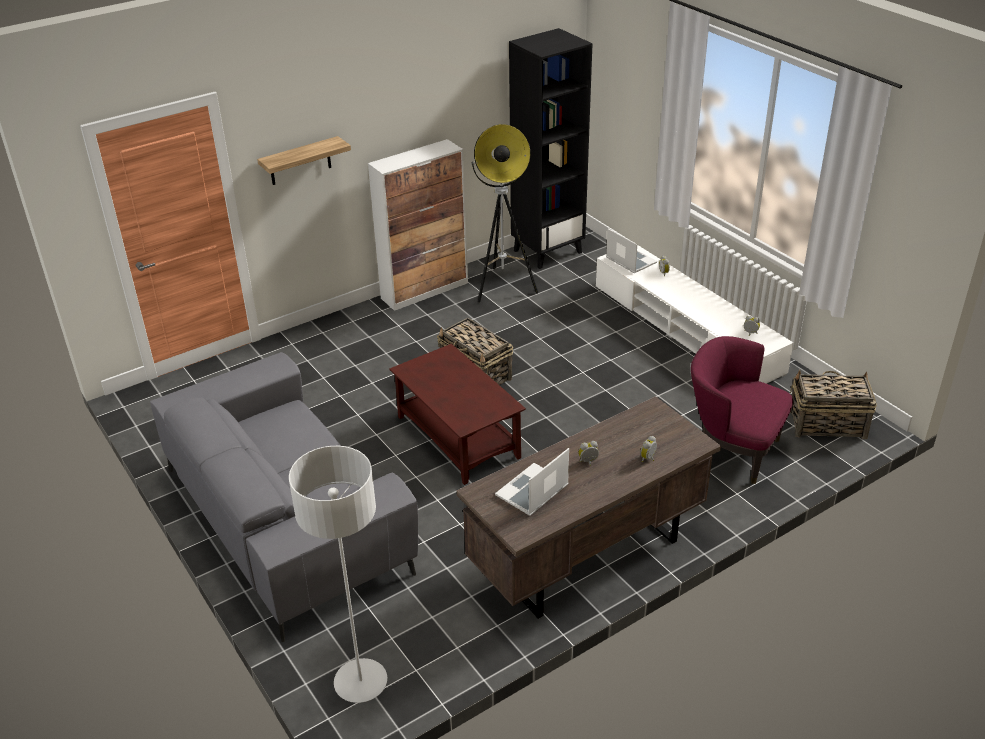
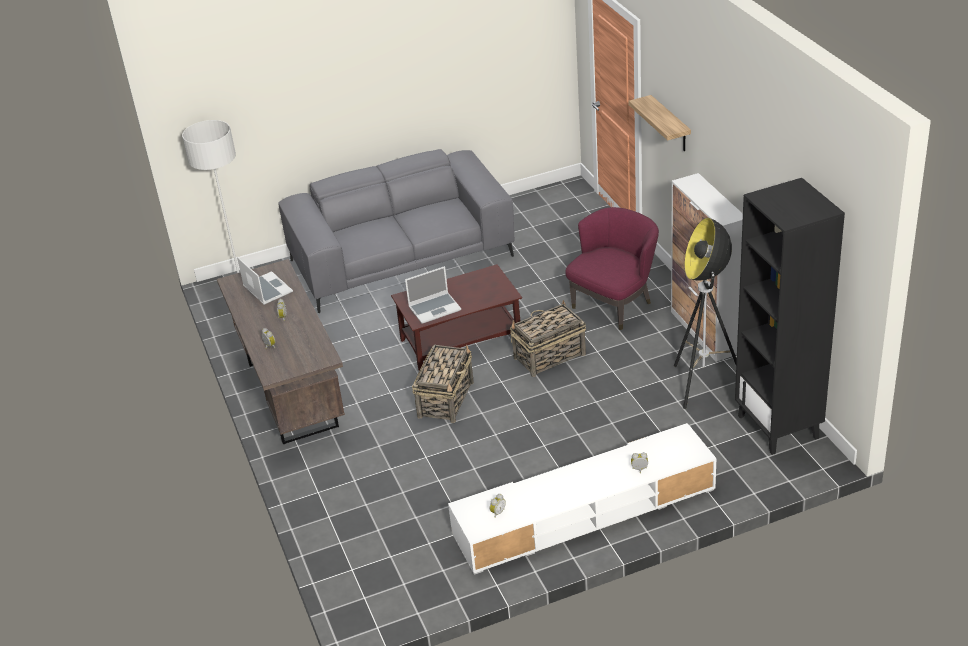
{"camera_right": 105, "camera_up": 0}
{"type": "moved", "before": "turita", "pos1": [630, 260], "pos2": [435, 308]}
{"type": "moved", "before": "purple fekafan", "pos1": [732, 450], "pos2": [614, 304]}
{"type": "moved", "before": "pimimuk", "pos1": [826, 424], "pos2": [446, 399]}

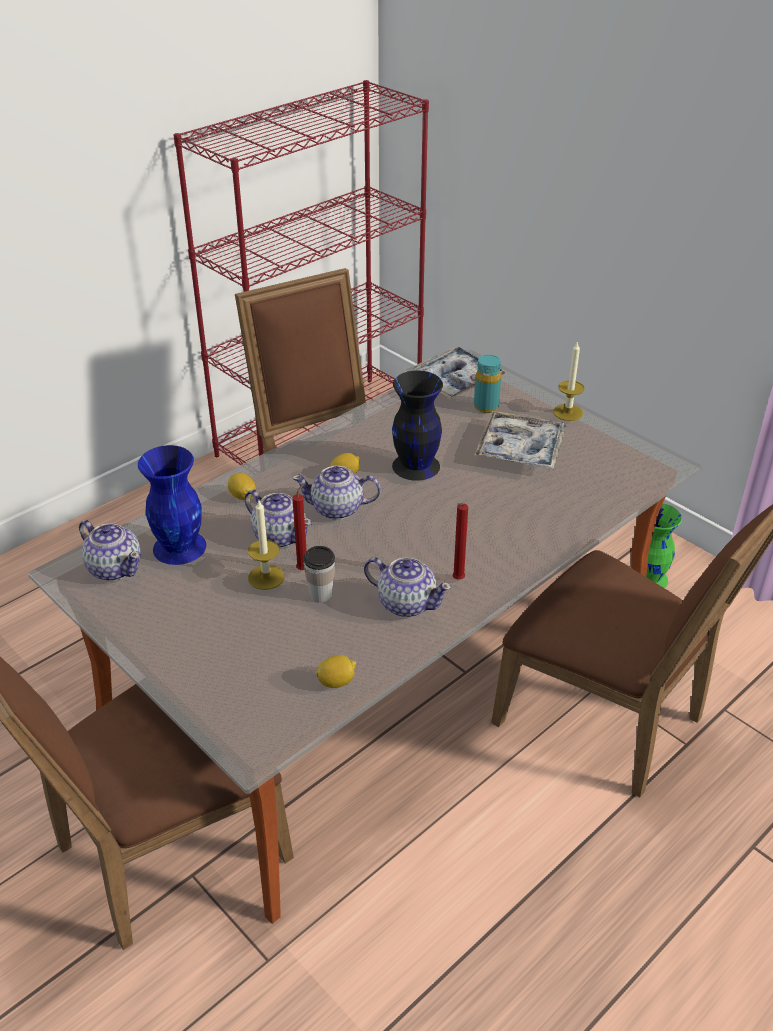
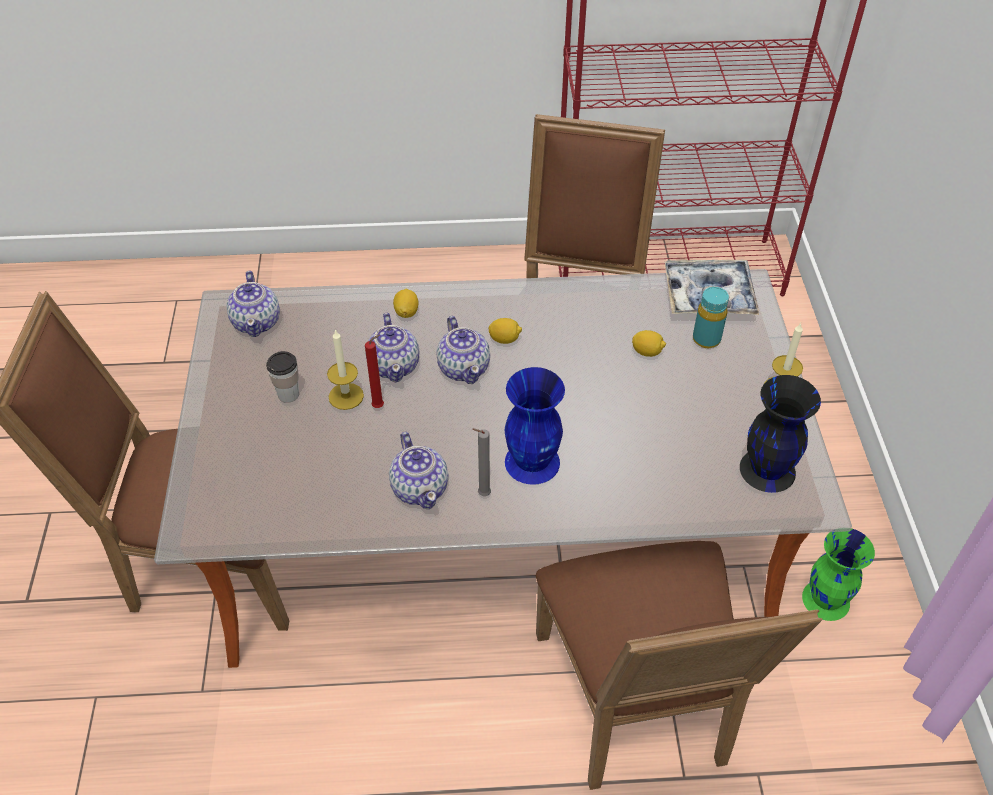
{"camera_right": 40, "camera_up": 10}
{"type": "moved", "before": "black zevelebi", "pos1": [415, 466], "pos2": [766, 470]}
{"type": "removed", "before": "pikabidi", "pos1": [520, 449]}
{"type": "moved", "before": "blue zevelebi", "pos1": [180, 547], "pos2": [533, 462]}
{"type": "turned", "before": "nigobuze", "pos1": [338, 509], "pos2": [464, 368], "turn": -150}
{"type": "recoloured", "before": "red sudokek", "after": "grey sudokek", "pos1": [457, 580], "pos2": [482, 494]}
{"type": "moved", "before": "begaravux", "pos1": [321, 594], "pos2": [288, 394]}
{"type": "moved", "before": "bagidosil", "pos1": [337, 681], "pos2": [647, 352]}

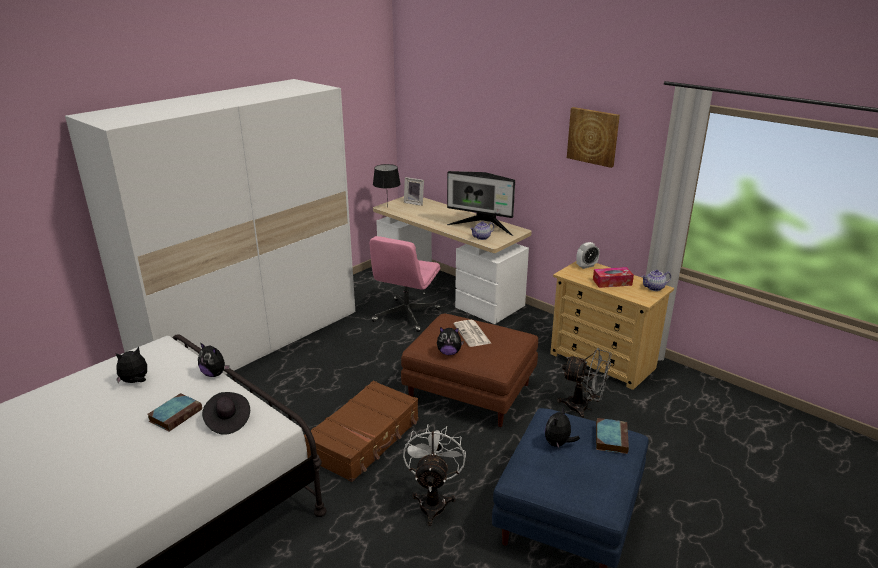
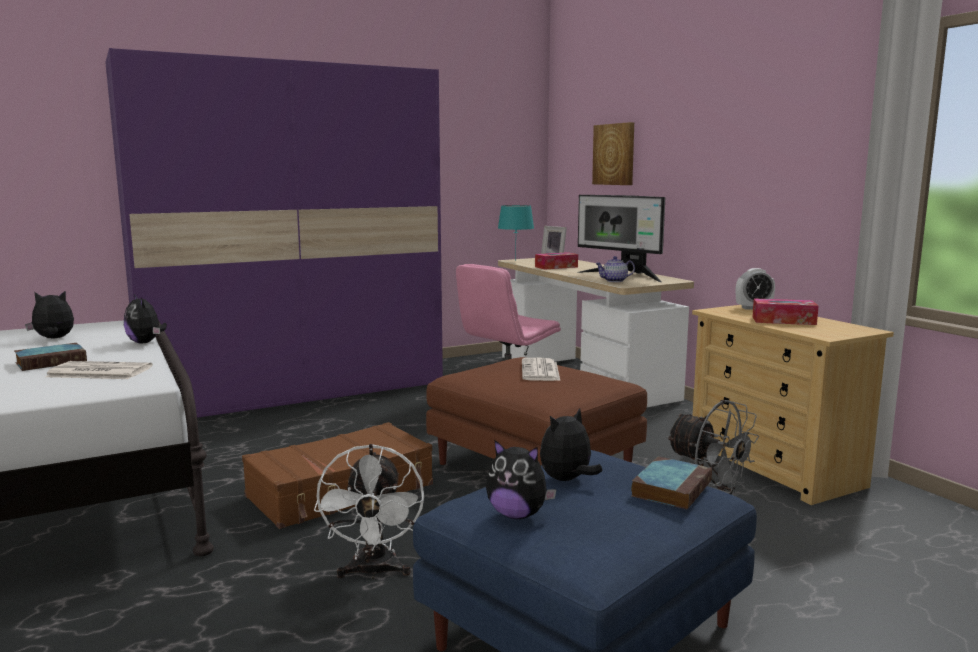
{"camera_right": 20, "camera_up": -15}
{"type": "recoloured", "before": "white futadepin", "after": "purple futadepin", "pos1": [251, 341], "pos2": [296, 391]}
{"type": "moved", "before": "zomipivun", "pos1": [593, 136], "pos2": [614, 154]}
{"type": "recoloured", "before": "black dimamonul", "after": "turquoise dimamonul", "pos1": [387, 207], "pos2": [515, 261]}
{"type": "removed", "before": "nigobuze", "pos1": [654, 288]}
{"type": "moved", "before": "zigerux", "pos1": [449, 353], "pos2": [517, 515]}
{"type": "replaced", "before": "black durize", "after": "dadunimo", "pos1": [227, 421], "pos2": [98, 372]}
{"type": "turned", "before": "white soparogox", "pos1": [433, 501], "pos2": [374, 572], "turn": 150}
{"type": "added", "after": "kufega", "pos2": [556, 267]}

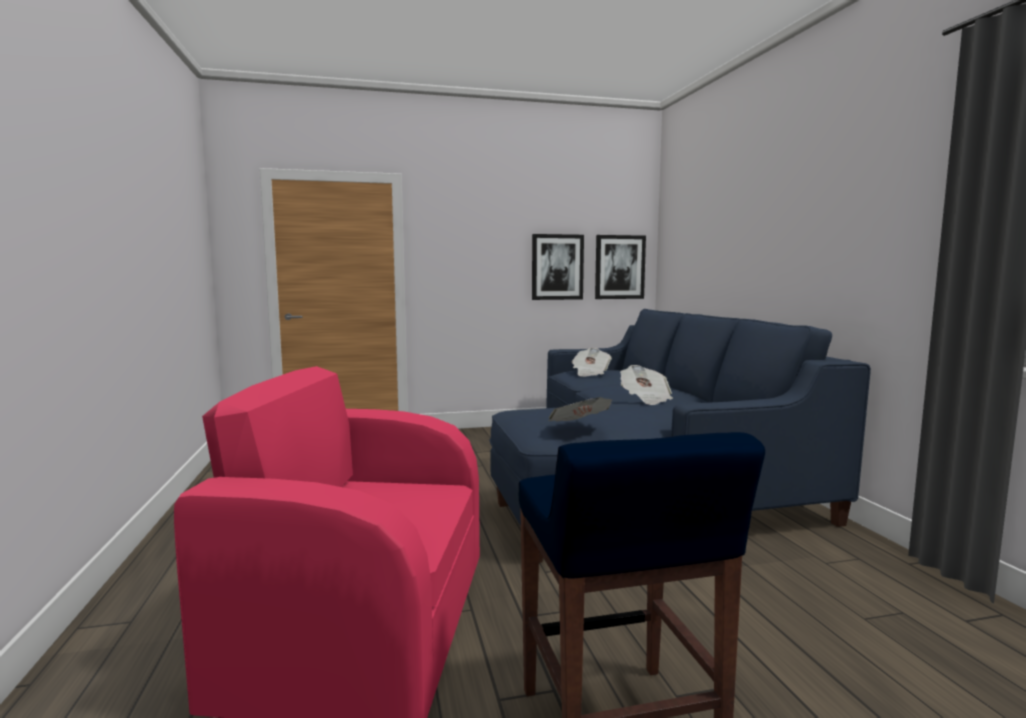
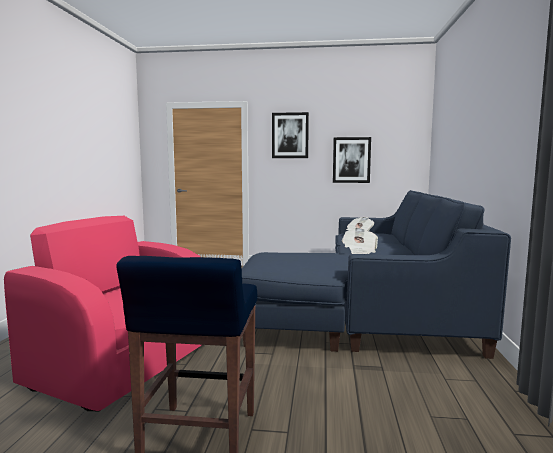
{"camera_right": 20, "camera_up": 0}
{"type": "moved", "before": "zomipivun", "pos1": [619, 267], "pos2": [290, 135]}
{"type": "removed", "before": "dadunimo", "pos1": [579, 428]}

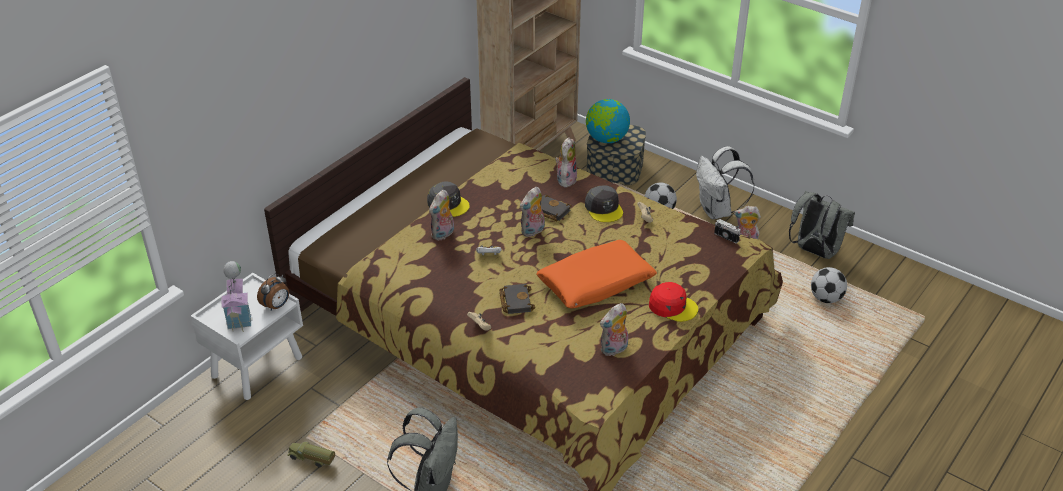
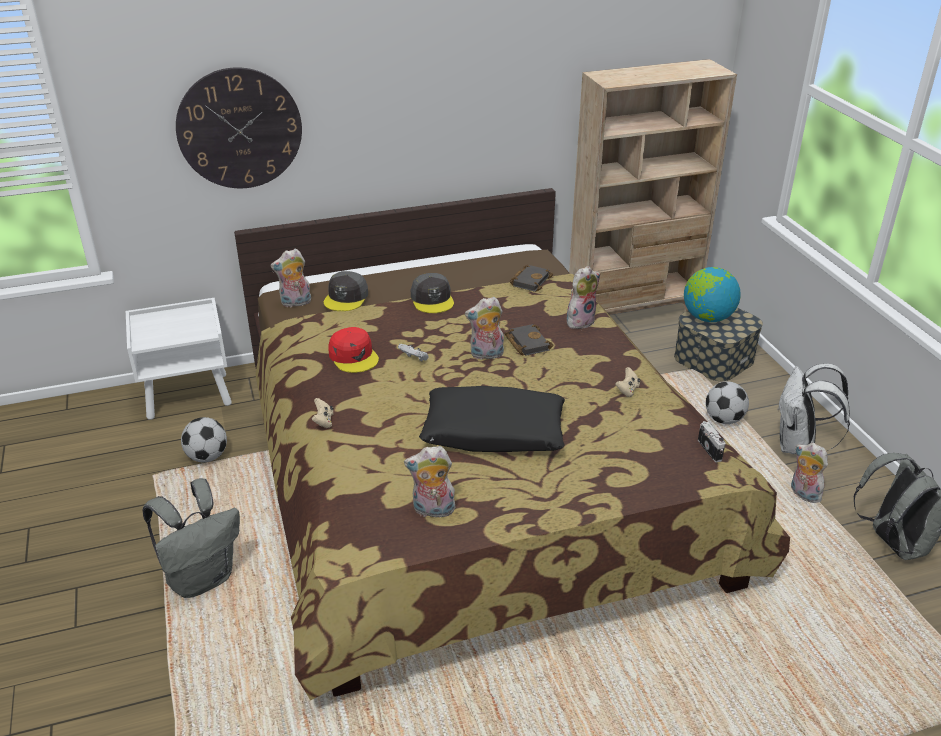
{"camera_right": 35, "camera_up": -5}
{"type": "moved", "before": "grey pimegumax", "pos1": [604, 208], "pos2": [346, 298]}
{"type": "moved", "before": "zigerux", "pos1": [443, 234], "pos2": [295, 303]}
{"type": "recoloured", "before": "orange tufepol", "after": "black tufepol", "pos1": [596, 283], "pos2": [493, 432]}
{"type": "removed", "before": "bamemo", "pos1": [239, 315]}
{"type": "moved", "before": "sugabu", "pos1": [826, 298], "pos2": [207, 457]}
{"type": "removed", "before": "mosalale", "pos1": [276, 306]}
{"type": "moved", "before": "red pimegumax", "pos1": [672, 306], "pos2": [353, 356]}
{"type": "moved", "before": "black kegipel", "pos1": [515, 301], "pos2": [530, 280]}
{"type": "removed", "before": "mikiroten", "pos1": [312, 459]}
{"type": "added", "after": "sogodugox", "pos2": [239, 129]}

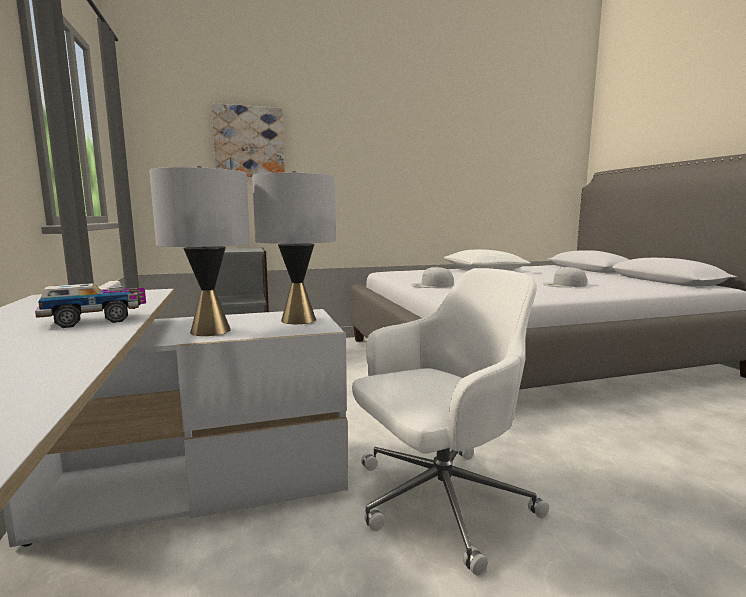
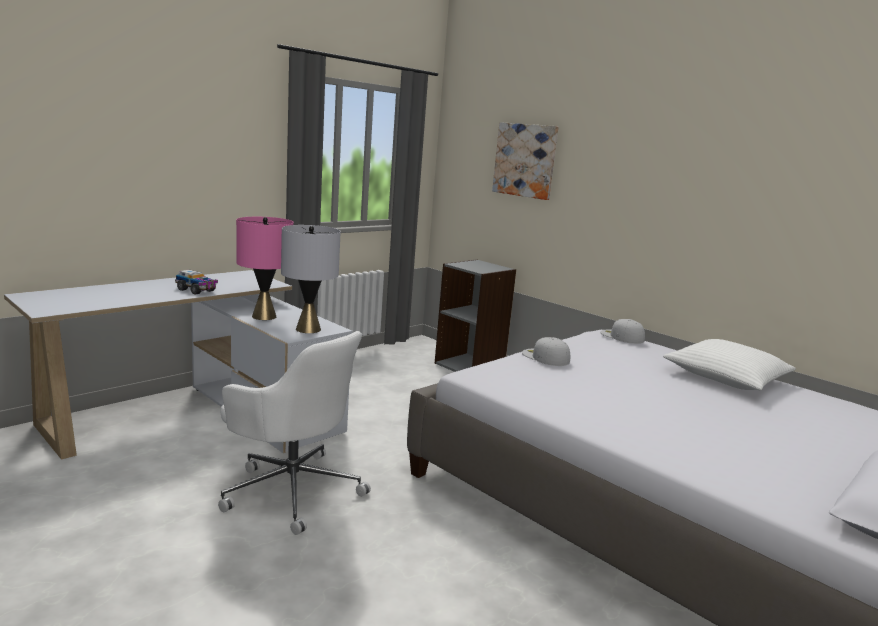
{"camera_right": 60, "camera_up": 5}
{"type": "recoloured", "before": "grey dimamonul", "after": "pink dimamonul", "pos1": [211, 331], "pos2": [264, 316]}
{"type": "moved", "before": "white pimegumax", "pos1": [564, 284], "pos2": [621, 336]}

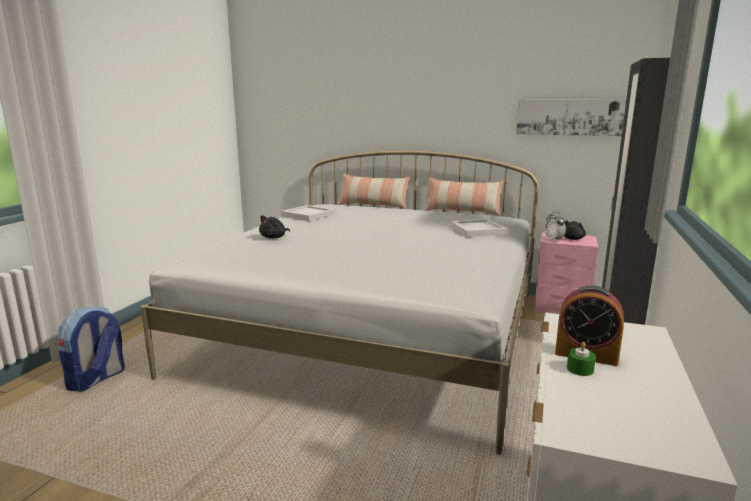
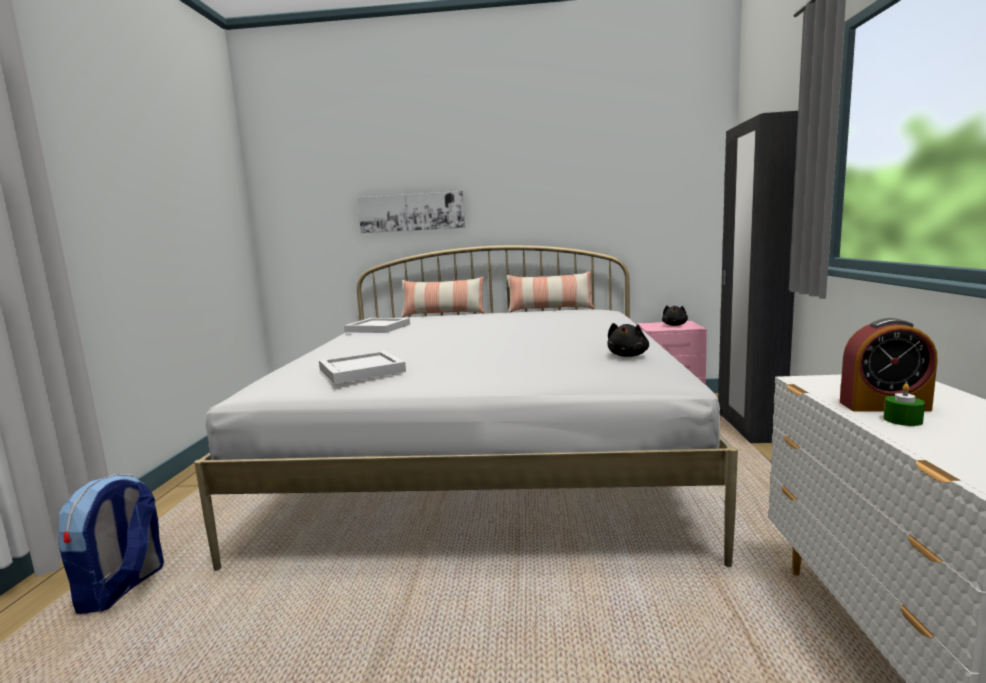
{"camera_right": -15, "camera_up": -5}
{"type": "moved", "before": "zomipivun", "pos1": [570, 117], "pos2": [411, 212]}
{"type": "removed", "before": "mosalale", "pos1": [553, 240]}
{"type": "moved", "before": "black zigerux", "pos1": [274, 237], "pos2": [628, 355]}
{"type": "moved", "before": "white pikabidi", "pos1": [477, 230], "pos2": [360, 371]}

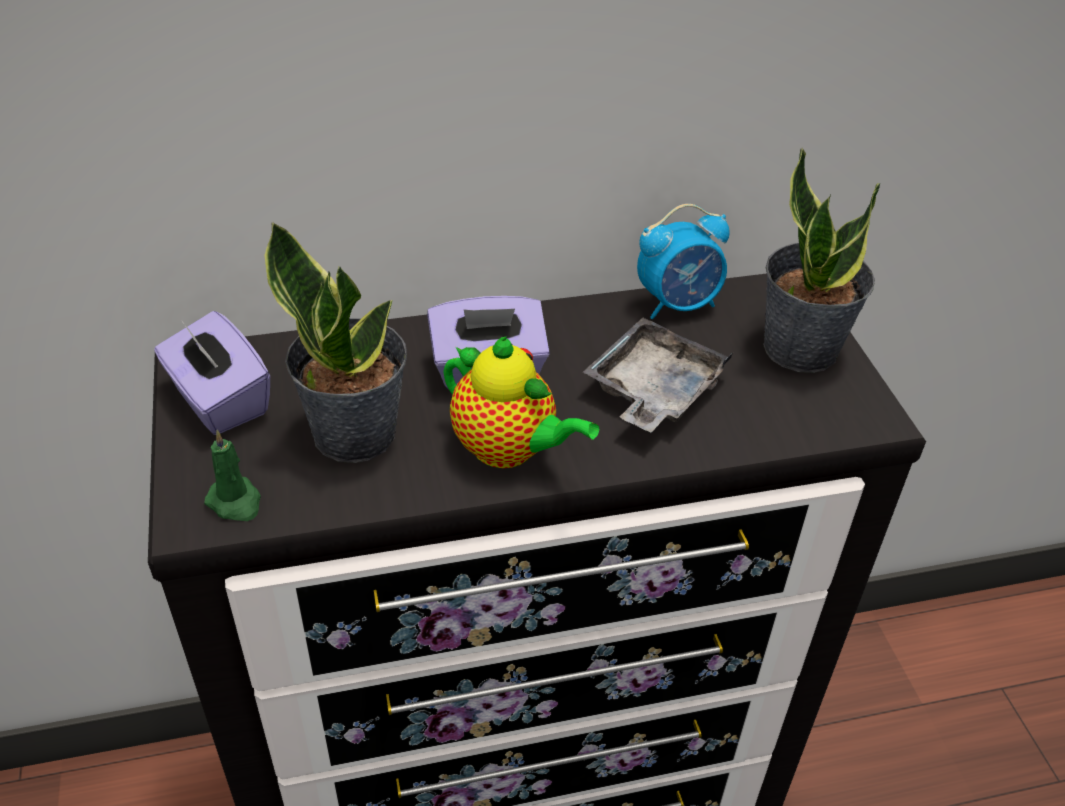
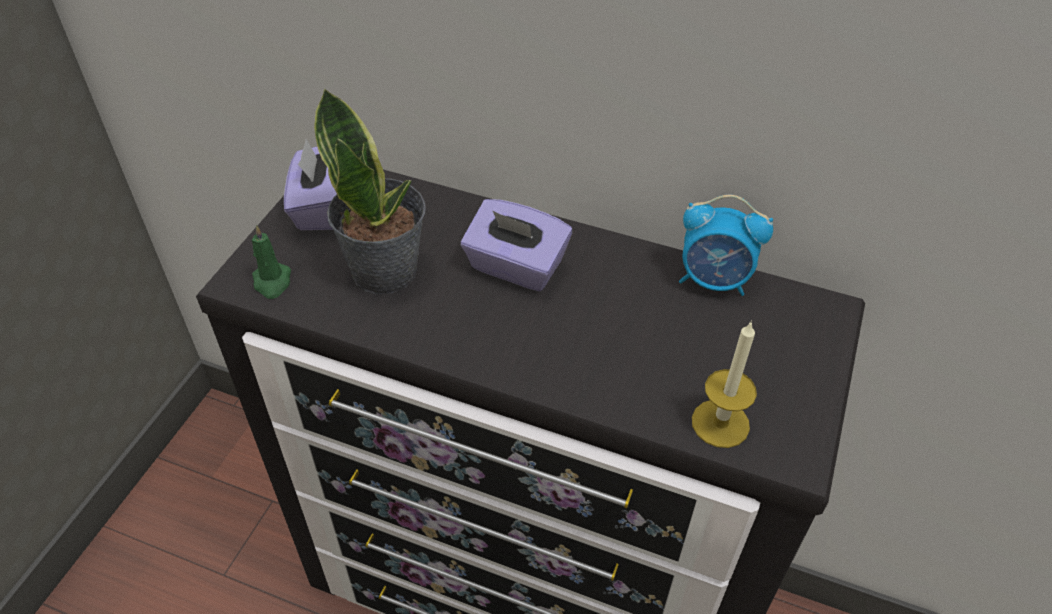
{"camera_right": 35, "camera_up": 5}
{"type": "removed", "before": "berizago", "pos1": [800, 347]}
{"type": "removed", "before": "grey pikabidi", "pos1": [653, 391]}
{"type": "removed", "before": "nigobuze", "pos1": [509, 450]}
{"type": "added", "after": "sudokek", "pos2": [720, 423]}

